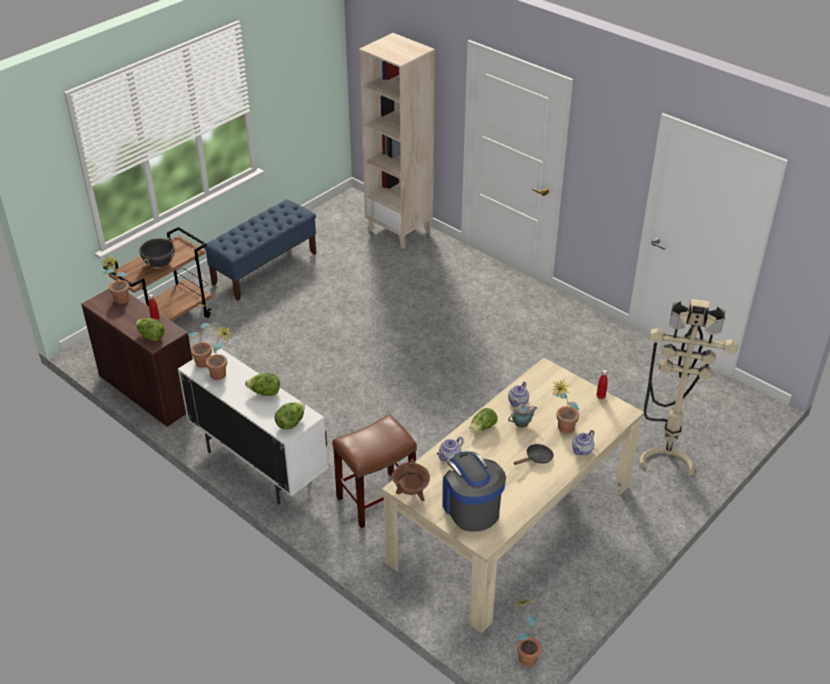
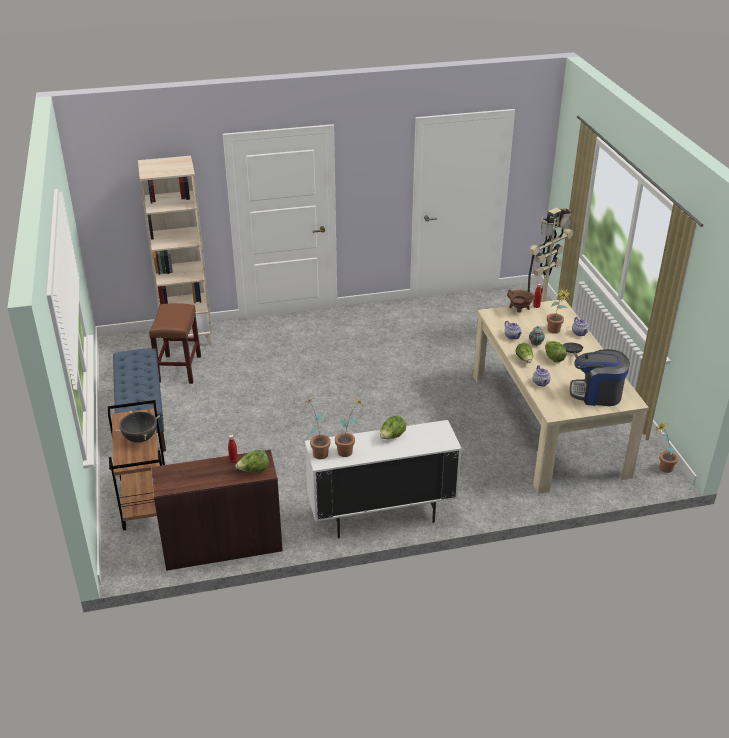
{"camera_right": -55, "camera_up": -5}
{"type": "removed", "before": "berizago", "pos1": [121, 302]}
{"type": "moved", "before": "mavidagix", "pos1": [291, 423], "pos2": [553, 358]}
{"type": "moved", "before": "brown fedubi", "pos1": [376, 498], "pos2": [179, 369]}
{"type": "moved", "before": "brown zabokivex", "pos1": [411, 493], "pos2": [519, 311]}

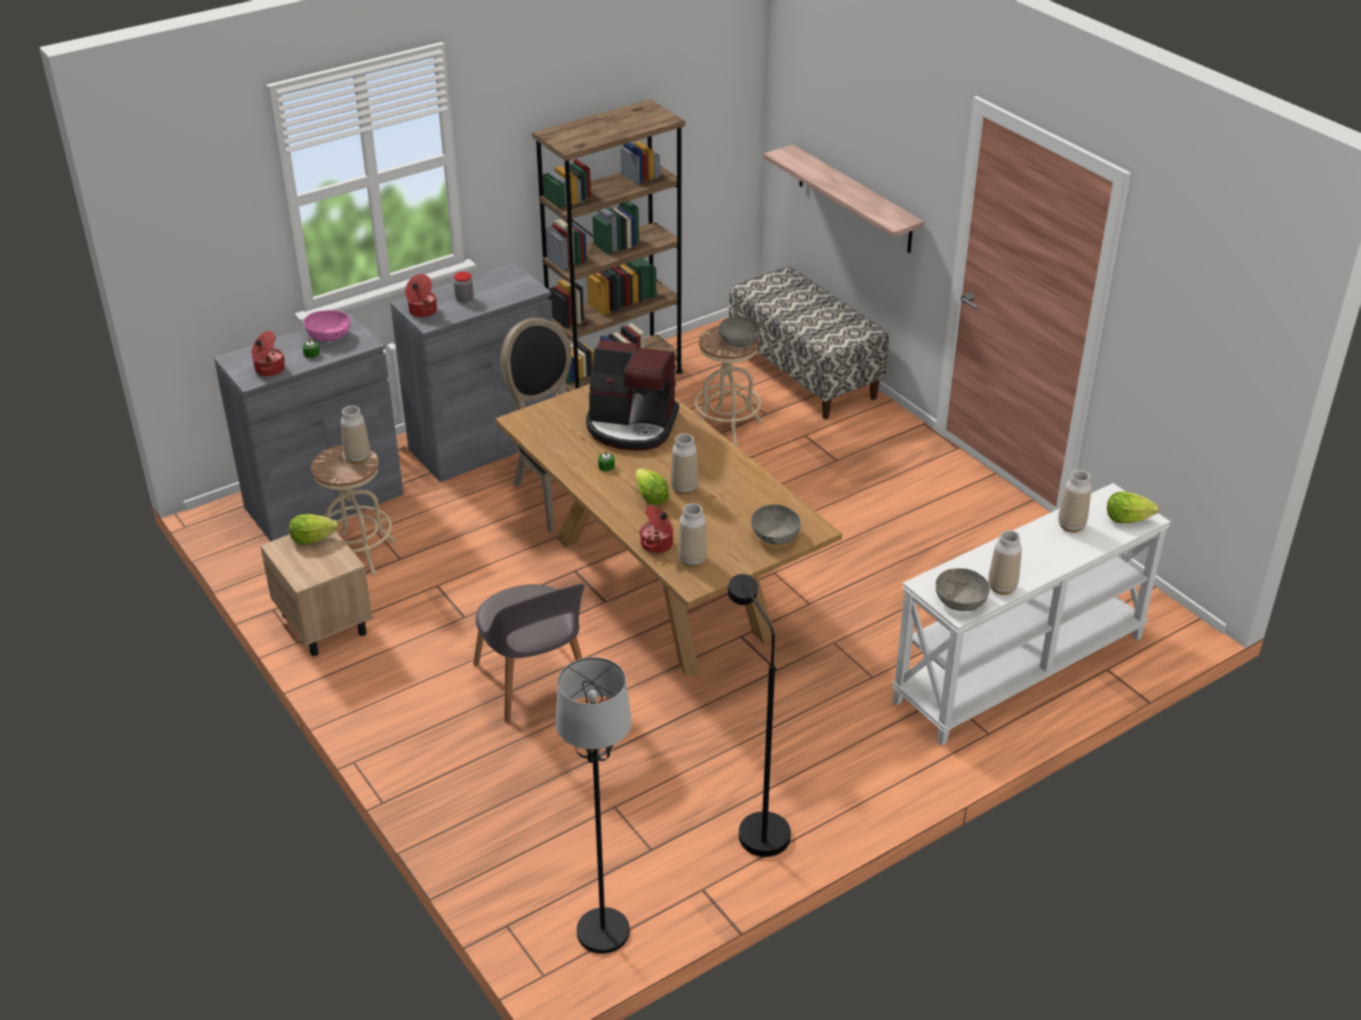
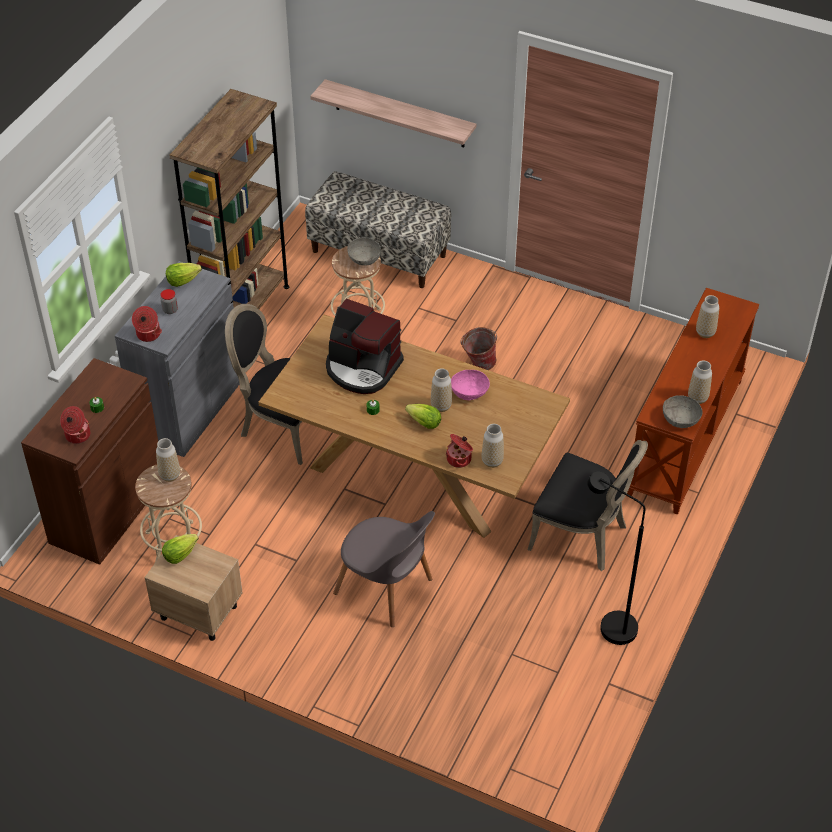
{"camera_right": -30, "camera_up": 10}
{"type": "moved", "before": "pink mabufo", "pos1": [329, 336], "pos2": [469, 392]}
{"type": "recoloured", "before": "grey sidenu", "after": "brown sidenu", "pos1": [324, 501], "pos2": [107, 511]}
{"type": "turned", "before": "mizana", "pos1": [631, 426], "pos2": [362, 368], "turn": 45}
{"type": "recoloured", "before": "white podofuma", "after": "brown podofuma", "pos1": [1020, 670], "pos2": [686, 438]}
{"type": "moved", "before": "mavidagix", "pos1": [1126, 519], "pos2": [182, 281]}
{"type": "removed", "before": "grey mabufo", "pos1": [775, 536]}
{"type": "removed", "before": "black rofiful", "pos1": [602, 932]}
{"type": "added", "after": "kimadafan", "pos2": [478, 365]}
{"type": "added", "after": "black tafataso", "pos2": [582, 536]}

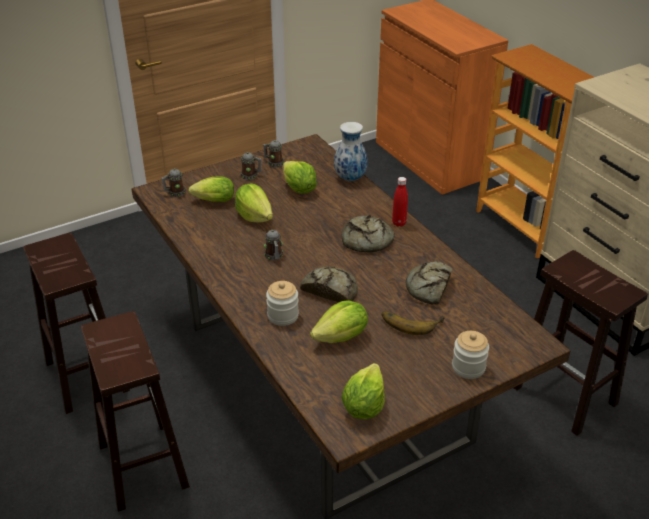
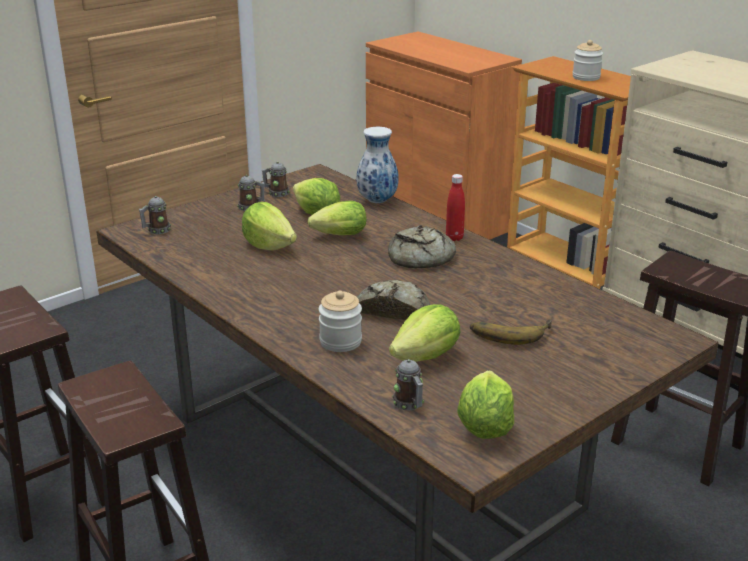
{"camera_right": -10, "camera_up": -10}
{"type": "moved", "before": "mavidagix", "pos1": [212, 201], "pos2": [337, 235]}
{"type": "moved", "before": "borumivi", "pos1": [274, 256], "pos2": [410, 404]}
{"type": "removed", "before": "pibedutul", "pos1": [429, 287]}
{"type": "moved", "before": "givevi", "pos1": [468, 367], "pos2": [586, 77]}

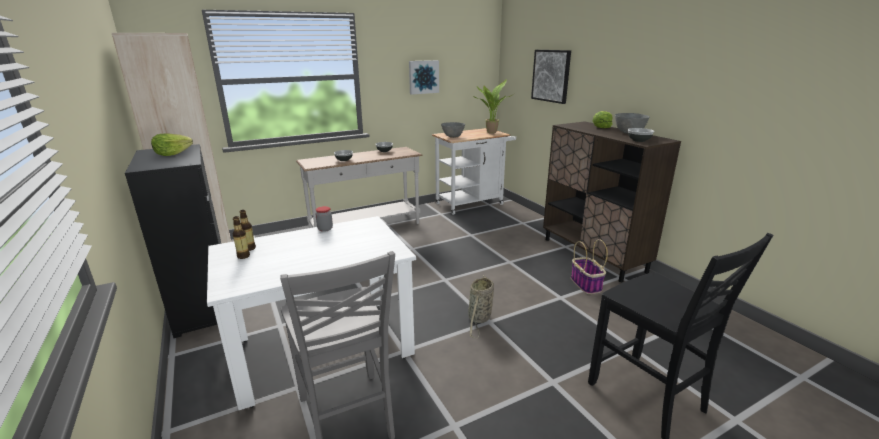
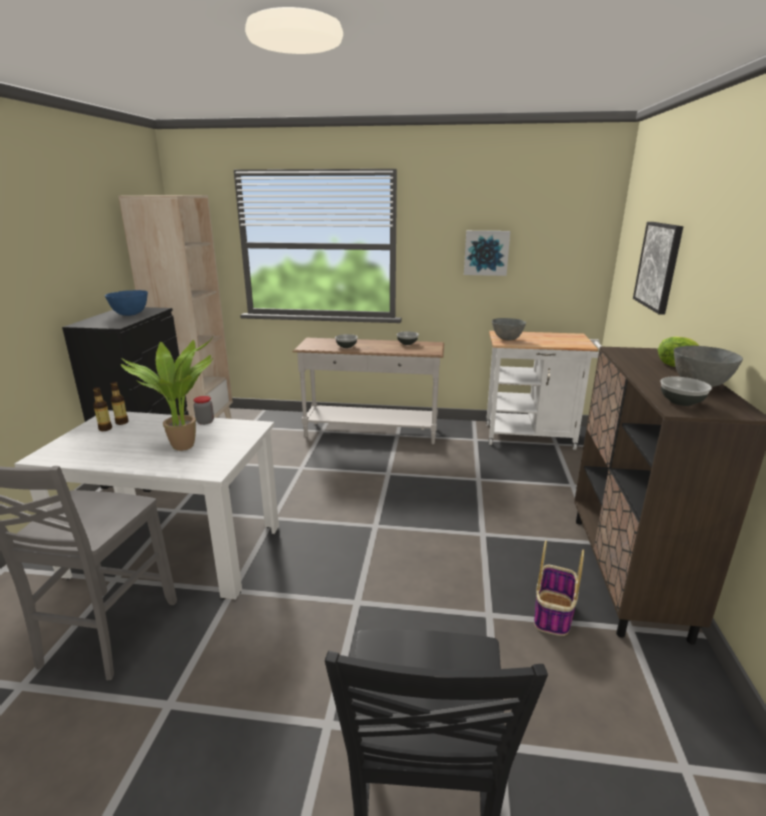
{"camera_right": 35, "camera_up": 0}
{"type": "moved", "before": "berizago", "pos1": [490, 132], "pos2": [185, 445]}
{"type": "replaced", "before": "mavidagix", "after": "blue mabufo", "pos1": [172, 154], "pos2": [130, 314]}
{"type": "removed", "before": "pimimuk", "pos1": [479, 319]}

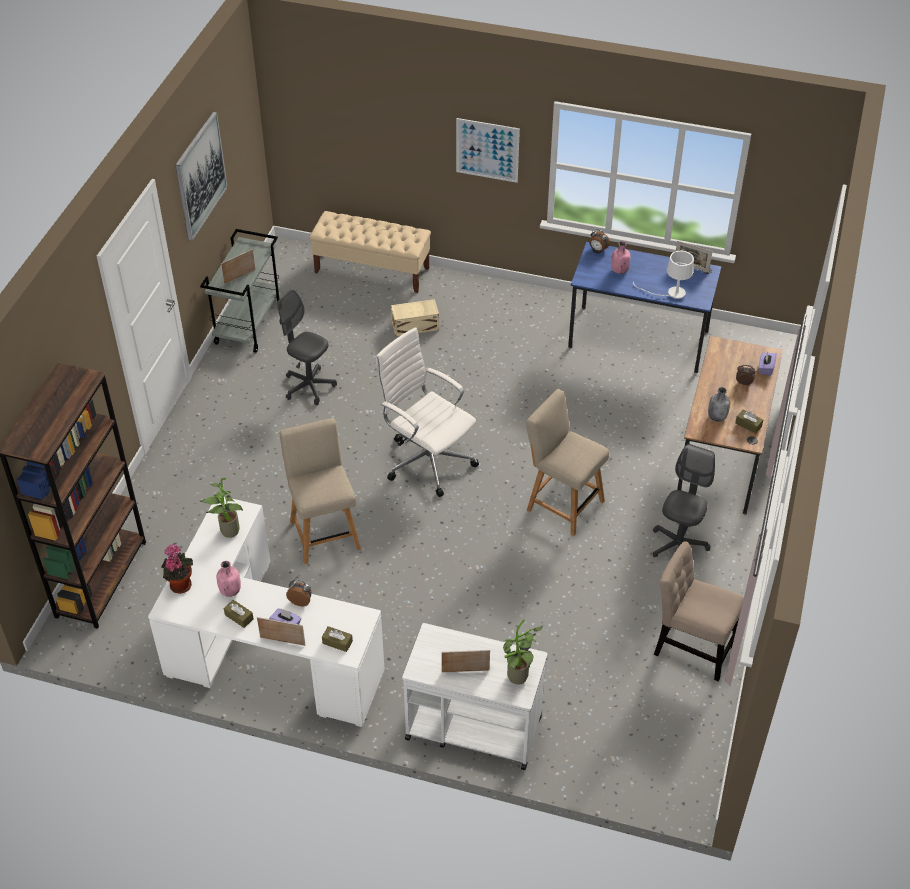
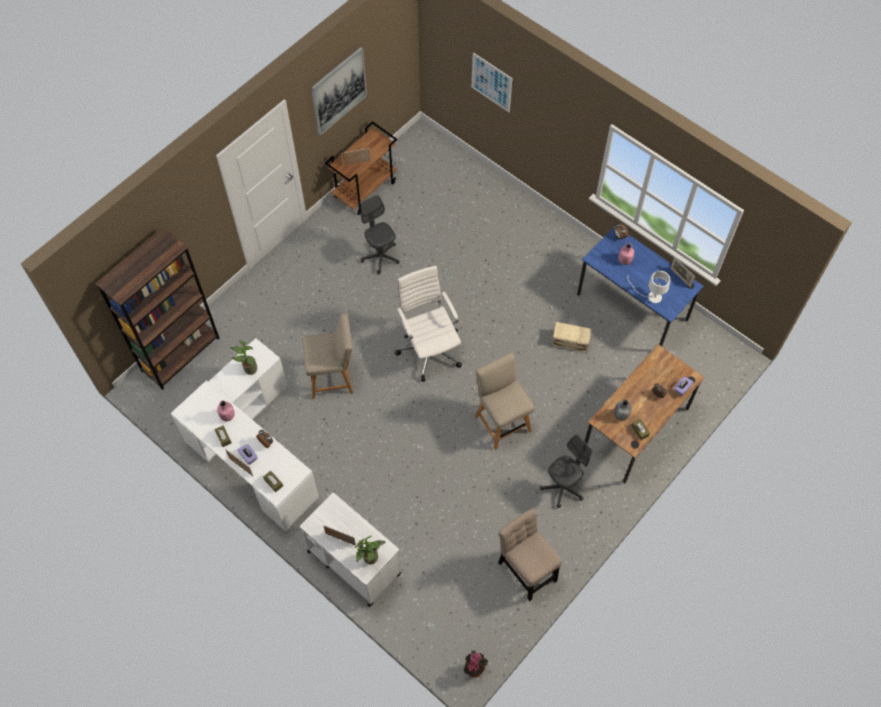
{"camera_right": 25, "camera_up": 15}
{"type": "moved", "before": "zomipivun", "pos1": [487, 150], "pos2": [491, 82]}
{"type": "removed", "before": "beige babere", "pos1": [372, 270]}
{"type": "recoloured", "before": "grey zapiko", "after": "brown zapiko", "pos1": [248, 325], "pos2": [365, 189]}
{"type": "moved", "before": "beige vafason", "pos1": [416, 326], "pos2": [571, 342]}
{"type": "turned", "before": "beige tafataso", "pos1": [324, 532], "pos2": [333, 377], "turn": 75}
{"type": "moved", "before": "berizago", "pos1": [180, 584], "pos2": [474, 668]}

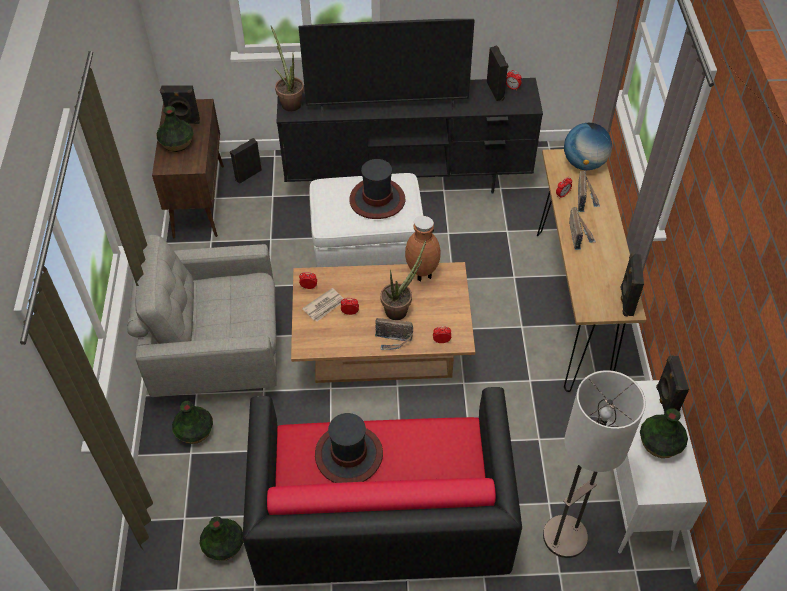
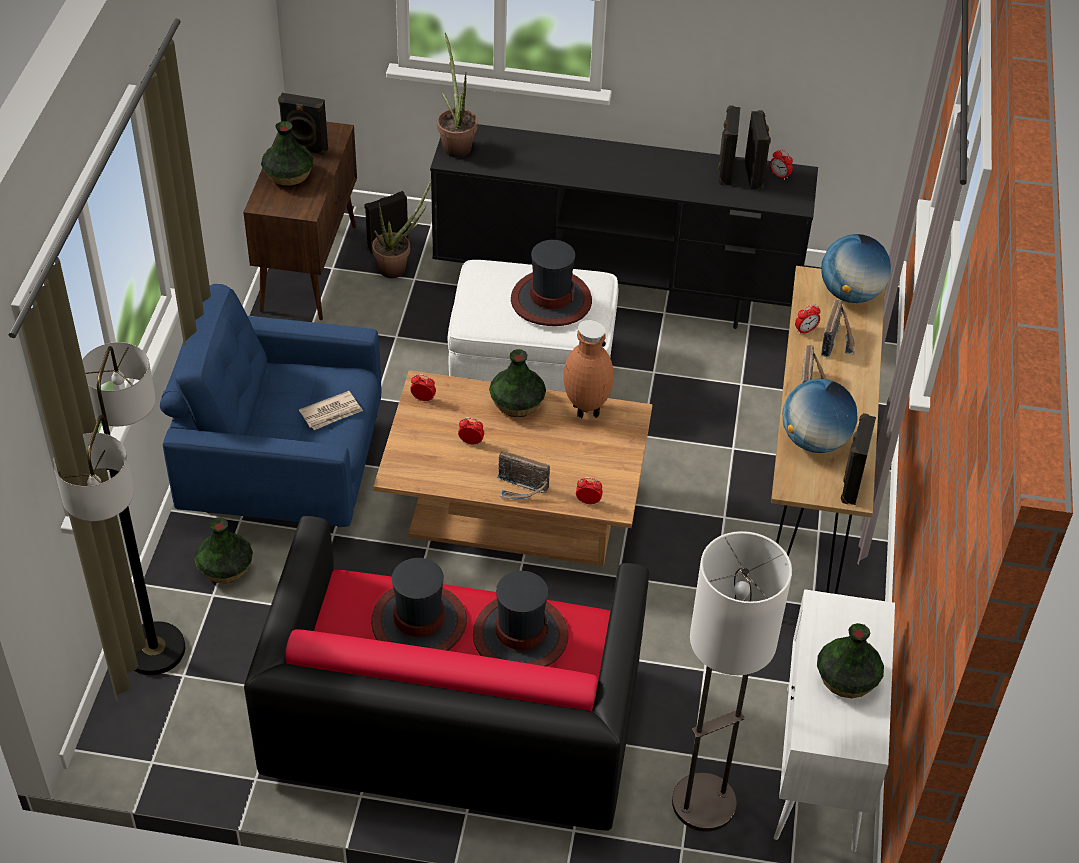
{"camera_right": 10, "camera_up": -5}
{"type": "removed", "before": "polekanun", "pos1": [387, 107]}
{"type": "recoloured", "before": "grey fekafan", "after": "blue fekafan", "pos1": [217, 351], "pos2": [282, 471]}
{"type": "moved", "before": "berizago", "pos1": [400, 309], "pos2": [398, 267]}
{"type": "moved", "before": "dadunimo", "pos1": [324, 306], "pos2": [331, 413]}
{"type": "moved", "before": "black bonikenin", "pos1": [665, 402], "pos2": [725, 170]}
{"type": "moved", "before": "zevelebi", "pos1": [223, 545], "pos2": [516, 404]}
{"type": "added", "after": "rofiful", "pos2": [154, 650]}
{"type": "added", "after": "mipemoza", "pos2": [814, 441]}
{"type": "added", "after": "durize", "pos2": [520, 635]}

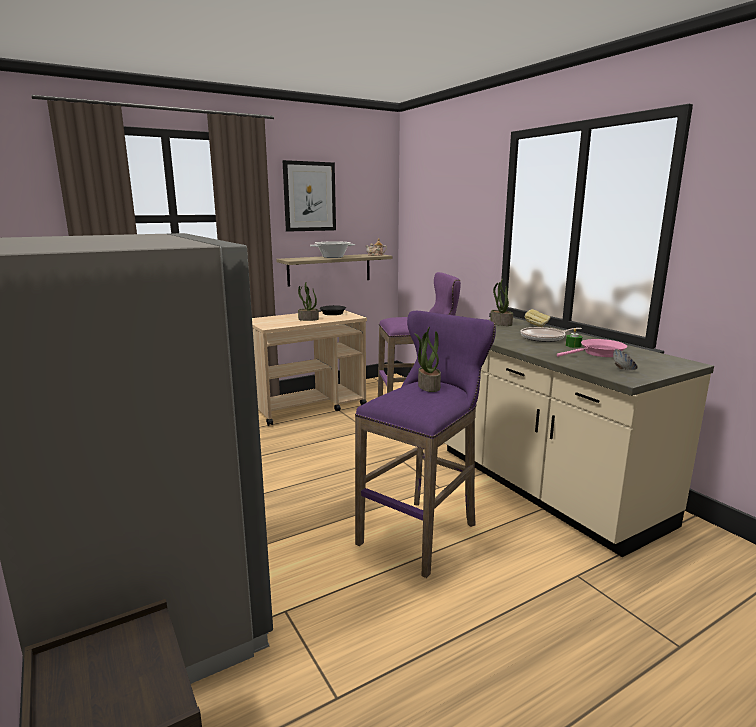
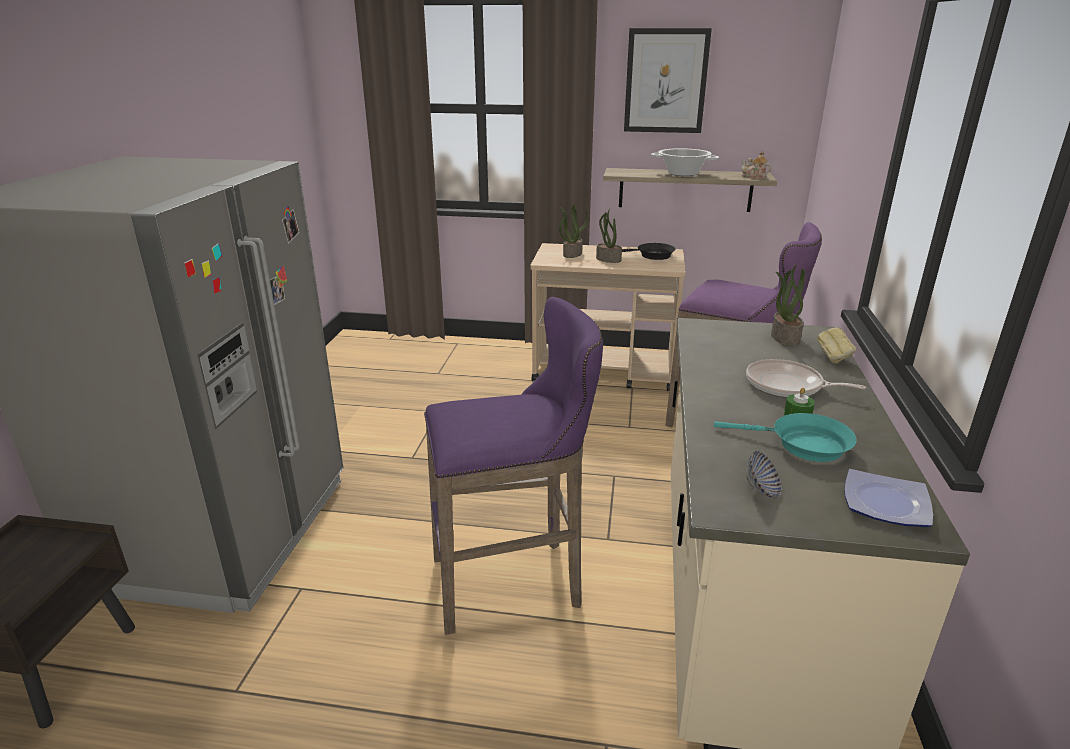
{"camera_right": 40, "camera_up": 10}
{"type": "moved", "before": "berizago", "pos1": [428, 386], "pos2": [572, 254]}
{"type": "recoloured", "before": "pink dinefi", "after": "turquoise dinefi", "pos1": [599, 353], "pos2": [803, 445]}
{"type": "added", "after": "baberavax", "pos2": [884, 504]}

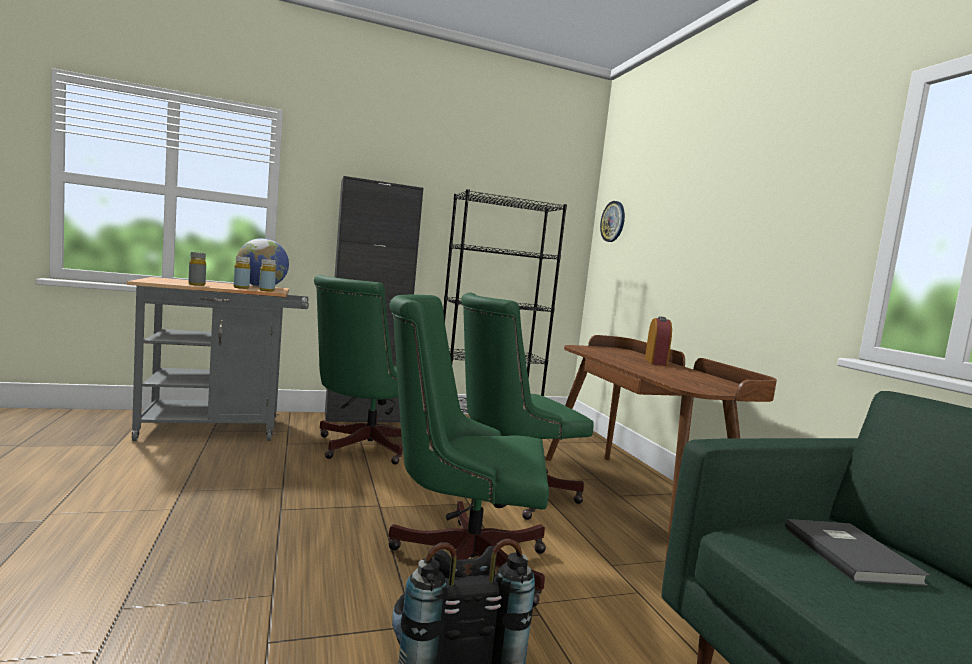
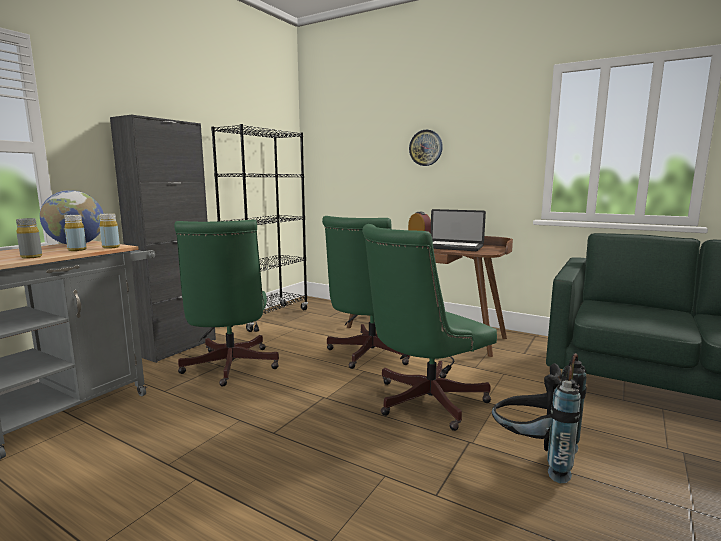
{"camera_right": -40, "camera_up": 5}
{"type": "moved", "before": "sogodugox", "pos1": [613, 221], "pos2": [426, 148]}
{"type": "removed", "before": "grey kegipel", "pos1": [851, 554]}
{"type": "added", "after": "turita", "pos2": [452, 247]}

